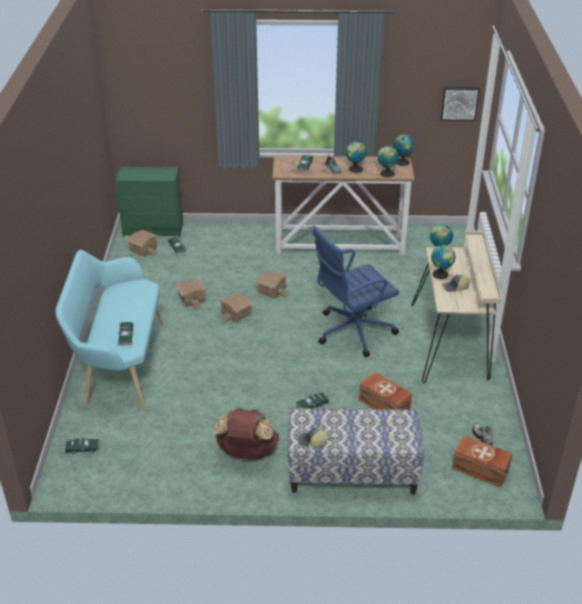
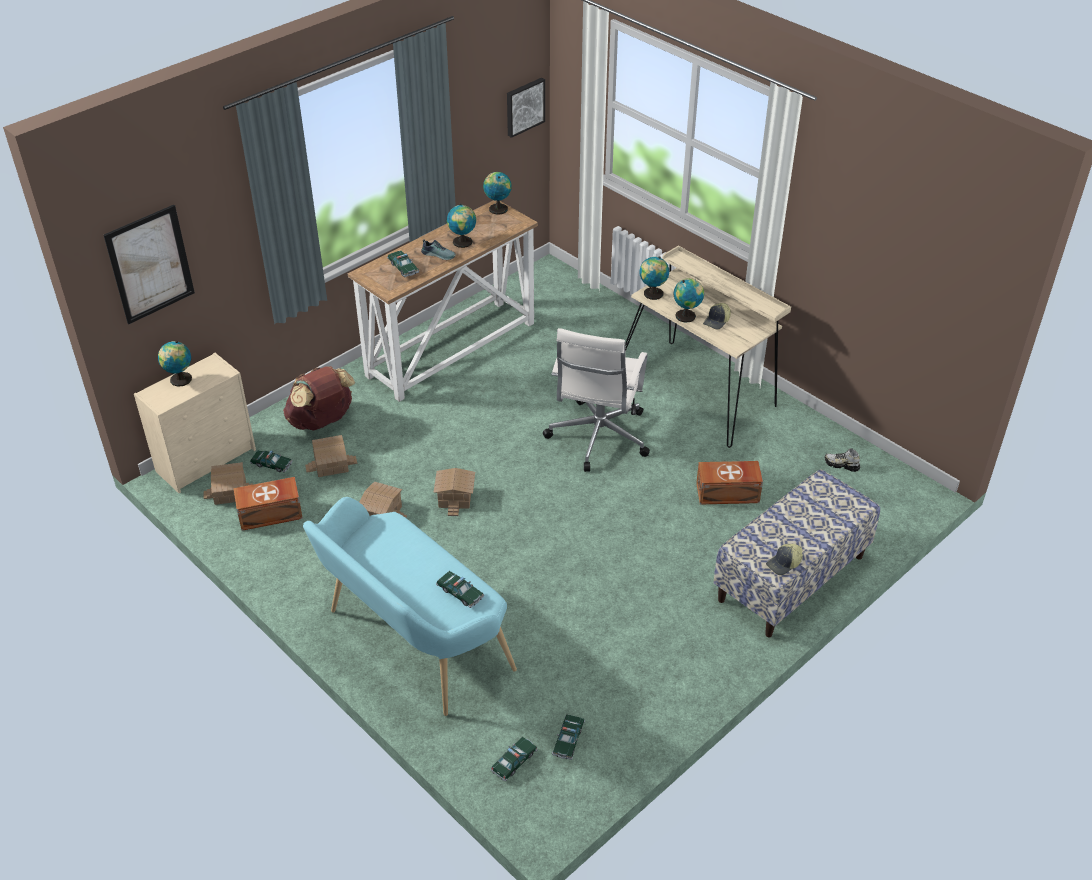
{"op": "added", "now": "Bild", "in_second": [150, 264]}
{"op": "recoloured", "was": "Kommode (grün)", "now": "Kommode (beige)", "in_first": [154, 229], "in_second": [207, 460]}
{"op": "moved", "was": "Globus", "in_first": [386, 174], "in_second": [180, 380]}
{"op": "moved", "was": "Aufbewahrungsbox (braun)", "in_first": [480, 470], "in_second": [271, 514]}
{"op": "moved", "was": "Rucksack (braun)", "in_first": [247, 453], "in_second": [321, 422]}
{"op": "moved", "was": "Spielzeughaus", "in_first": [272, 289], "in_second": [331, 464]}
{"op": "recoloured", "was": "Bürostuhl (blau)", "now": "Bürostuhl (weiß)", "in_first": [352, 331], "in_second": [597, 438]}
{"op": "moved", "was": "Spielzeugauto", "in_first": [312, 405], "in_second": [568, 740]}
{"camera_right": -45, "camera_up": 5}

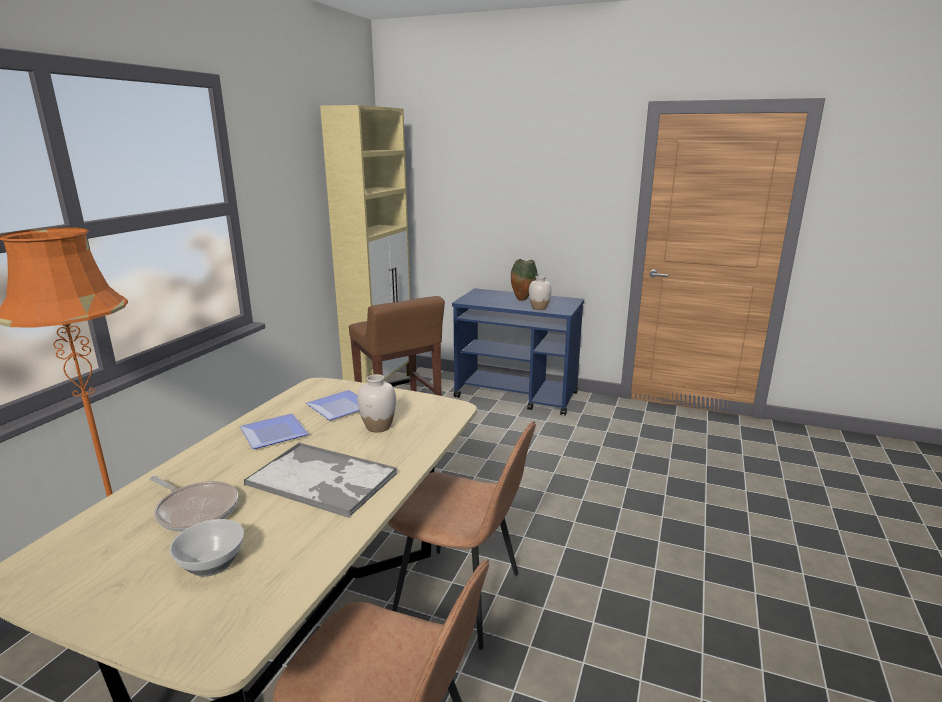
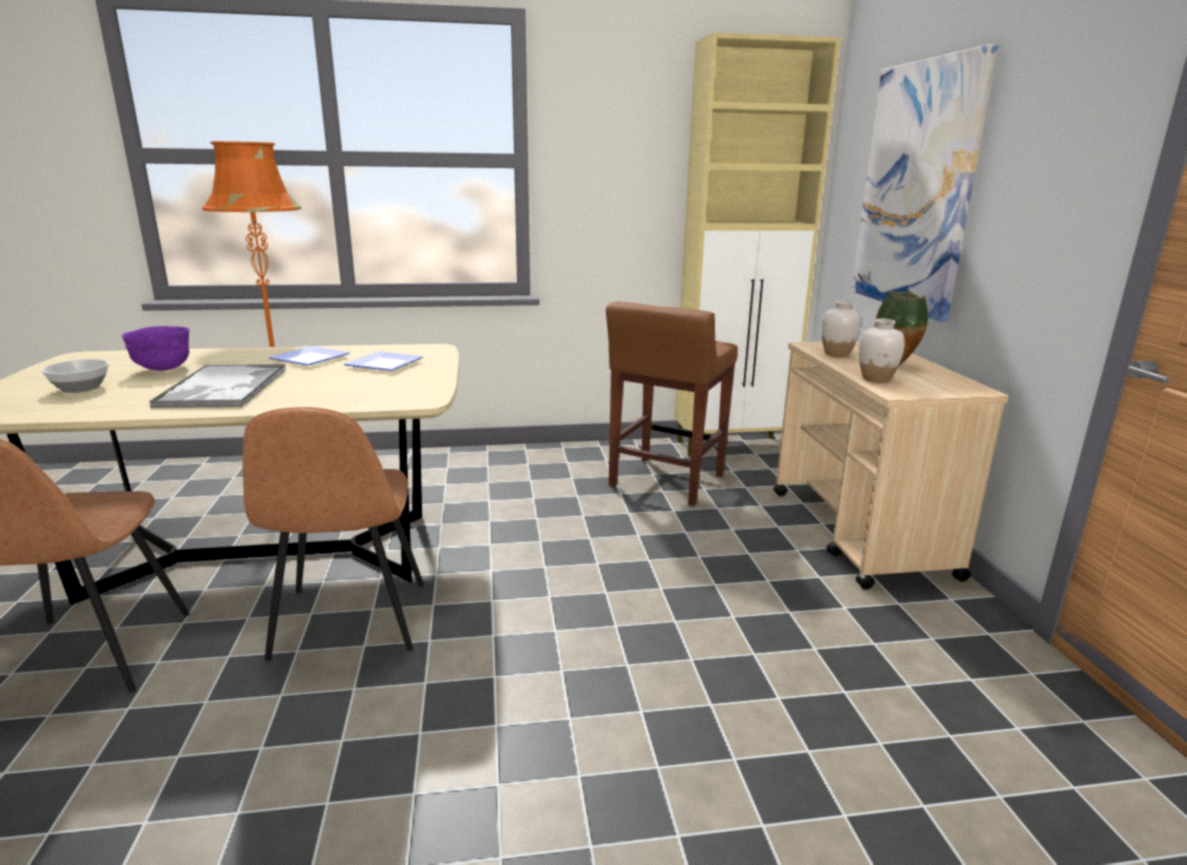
{"op": "replaced", "was": "Pfanne", "now": "Schüssel (lila)", "in_first": [195, 510], "in_second": [163, 369]}
{"op": "recoloured", "was": "Rollwagen (blau)", "now": "Rollwagen (beige)", "in_first": [517, 395], "in_second": [860, 533]}
{"op": "moved", "was": "Vase (weiß)", "in_first": [378, 427], "in_second": [836, 354]}
{"op": "added", "now": "Bild", "in_second": [916, 188]}
{"camera_right": 60, "camera_up": 0}

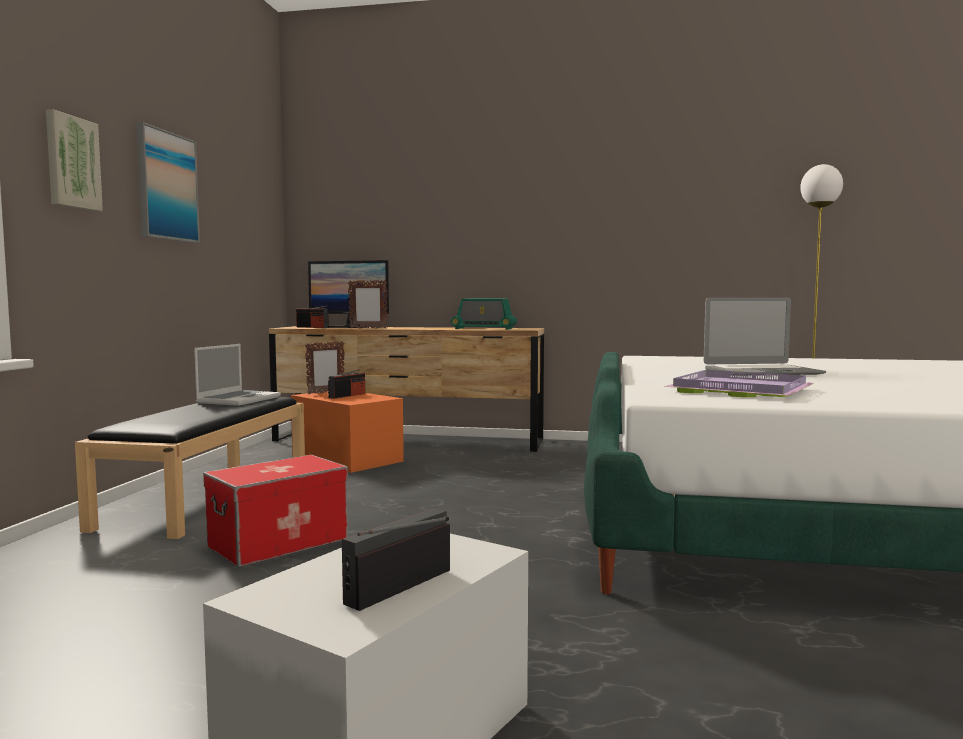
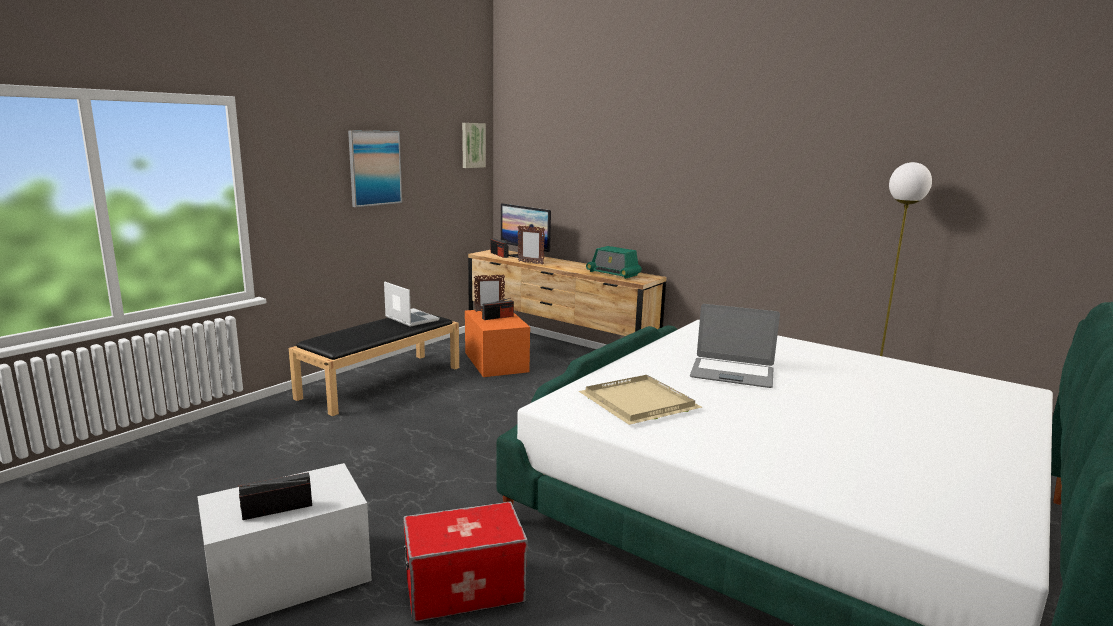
{"op": "turned", "was": "Laptop", "in_first": [239, 399], "in_second": [410, 319], "clockwise": -90}
{"op": "moved", "was": "Aufbewahrungsbox", "in_first": [278, 543], "in_second": [464, 590]}
{"op": "moved", "was": "Bild", "in_first": [71, 162], "in_second": [472, 145]}
{"op": "recoloured", "was": "Tablett (lila)", "now": "Tablett (beige)", "in_first": [737, 390], "in_second": [636, 402]}
{"camera_right": 25, "camera_up": 10}

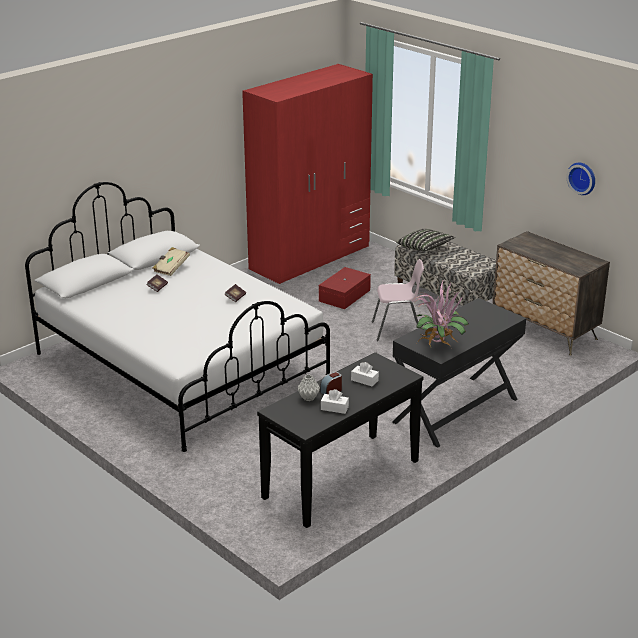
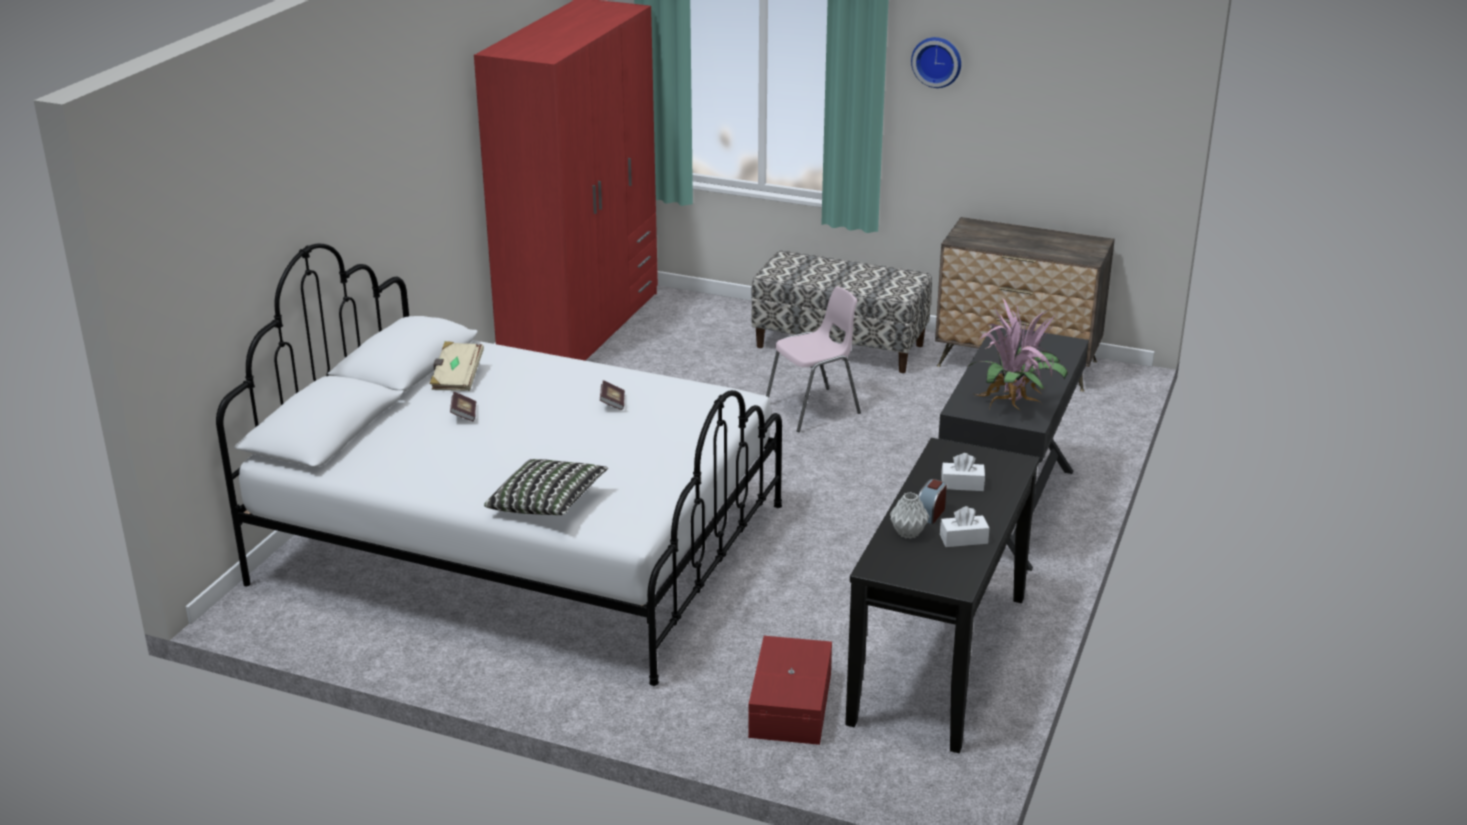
{"op": "moved", "was": "Kissen", "in_first": [425, 248], "in_second": [547, 504]}
{"op": "moved", "was": "Aufbewahrungsbox (rot)", "in_first": [345, 295], "in_second": [792, 704]}
{"op": "moved", "was": "Wanduhr", "in_first": [582, 178], "in_second": [937, 61]}
{"camera_right": -25, "camera_up": 0}

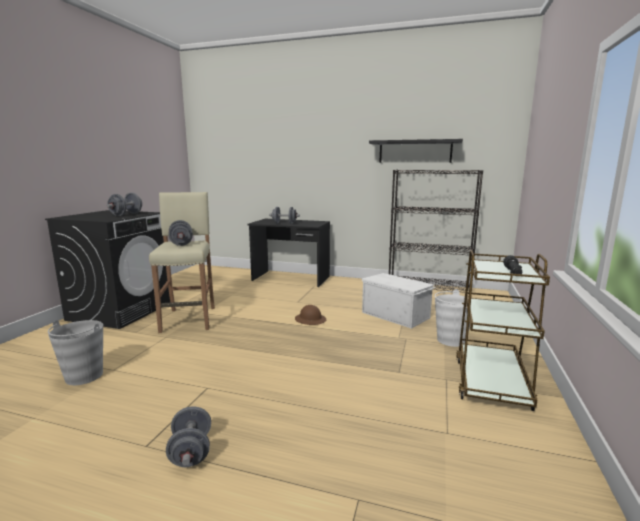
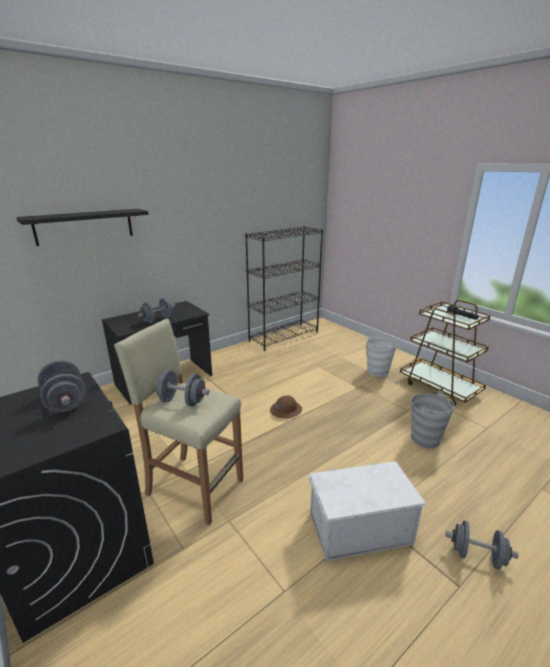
{"op": "moved", "was": "Wandregal (schwarz)", "in_first": [415, 151], "in_second": [84, 226]}
{"op": "moved", "was": "Aufbewahrungsbox (weiß)", "in_first": [395, 314], "in_second": [358, 527]}
{"op": "moved", "was": "Eimer (grau)", "in_first": [83, 376], "in_second": [425, 439]}
{"camera_right": -55, "camera_up": 10}

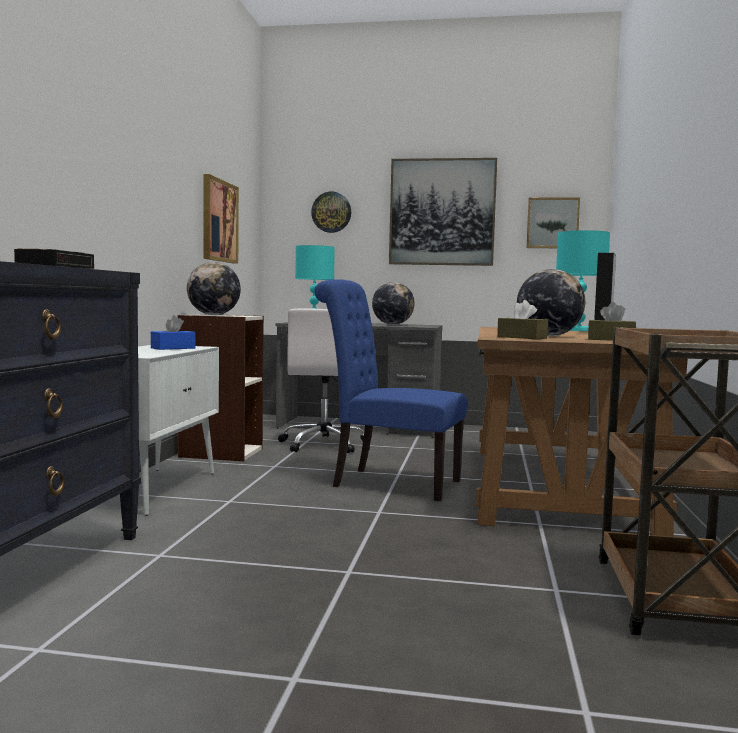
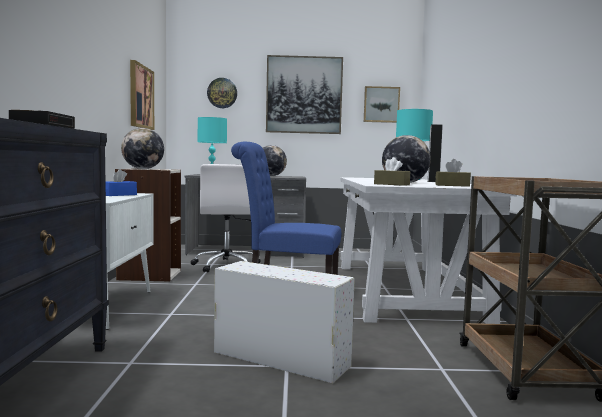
{"op": "added", "now": "Aufbewahrungsbox (weiß)", "in_second": [278, 358]}
{"op": "recoloured", "was": "Schreibtisch (braun)", "now": "Schreibtisch (weiß)", "in_first": [556, 486], "in_second": [404, 290]}
{"camera_right": -10, "camera_up": 0}

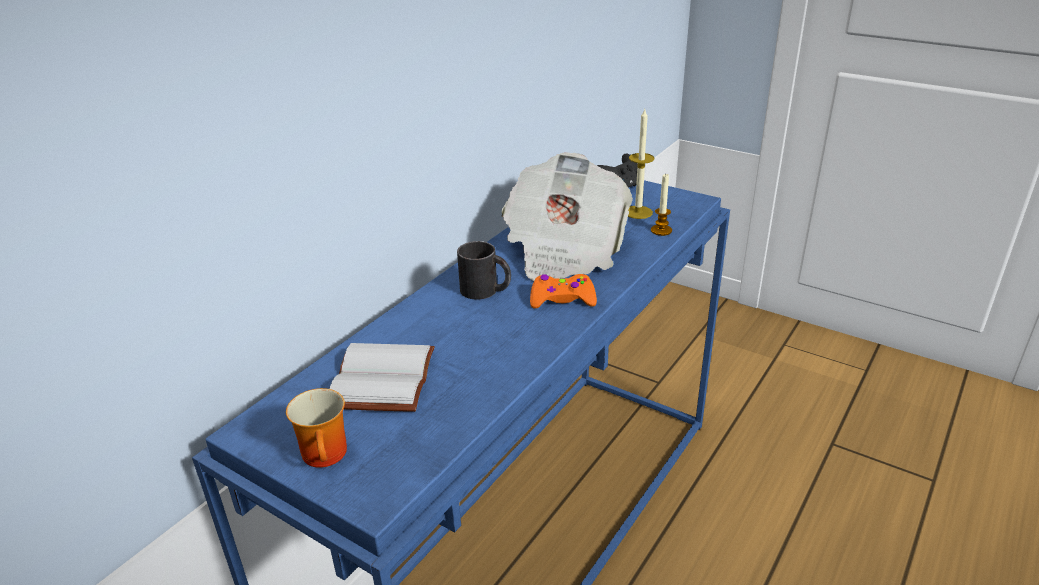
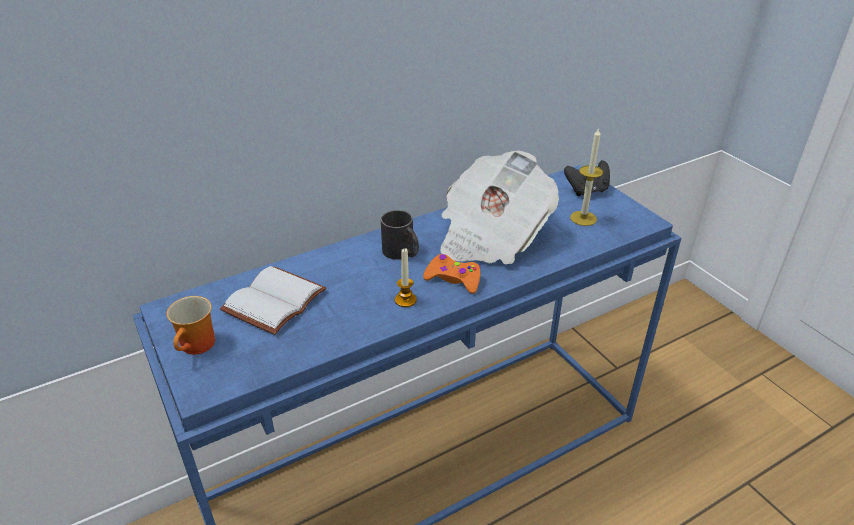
{"op": "moved", "was": "Kerze", "in_first": [661, 230], "in_second": [405, 300]}
{"camera_right": 25, "camera_up": 5}

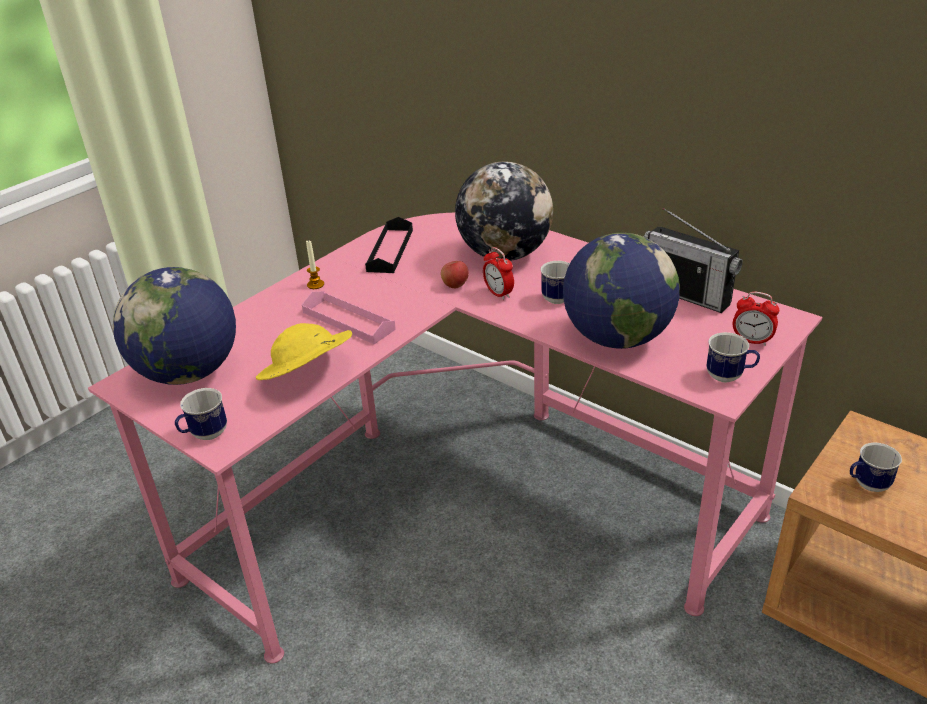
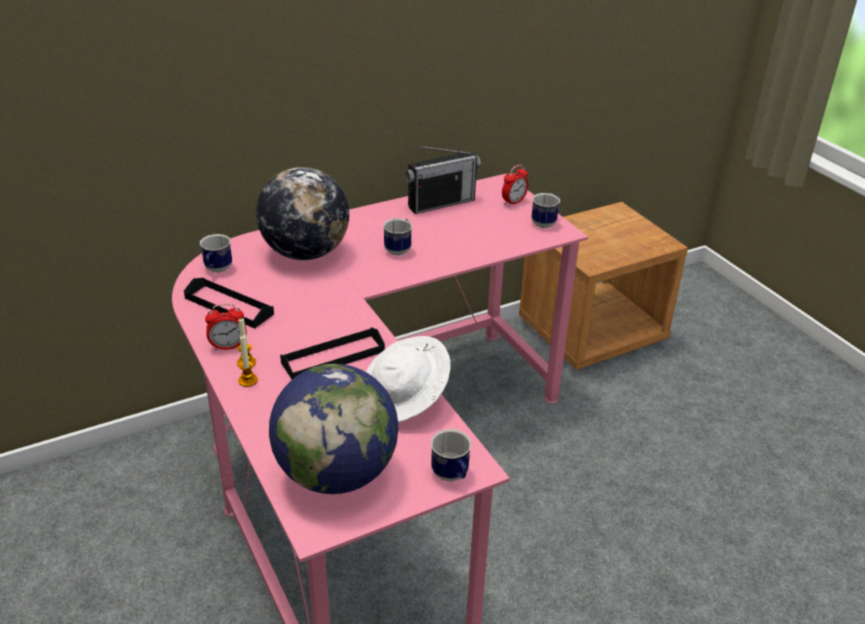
{"op": "moved", "was": "Henkelbecher", "in_first": [866, 485], "in_second": [217, 270]}
{"op": "moved", "was": "Wecker", "in_first": [498, 294], "in_second": [228, 346]}
{"op": "added", "now": "Kerze", "in_second": [248, 380]}
{"op": "recoloured", "was": "Tablett (rosa)", "now": "Tablett (schwarz)", "in_first": [348, 321], "in_second": [333, 357]}
{"op": "recoloured", "was": "Hut (gelb)", "now": "Hut (weiß)", "in_first": [308, 376], "in_second": [404, 398]}
{"op": "removed", "was": "Apfel", "in_first": [455, 285]}
{"op": "removed", "was": "Globus", "in_first": [617, 338]}
{"camera_right": -70, "camera_up": 0}

